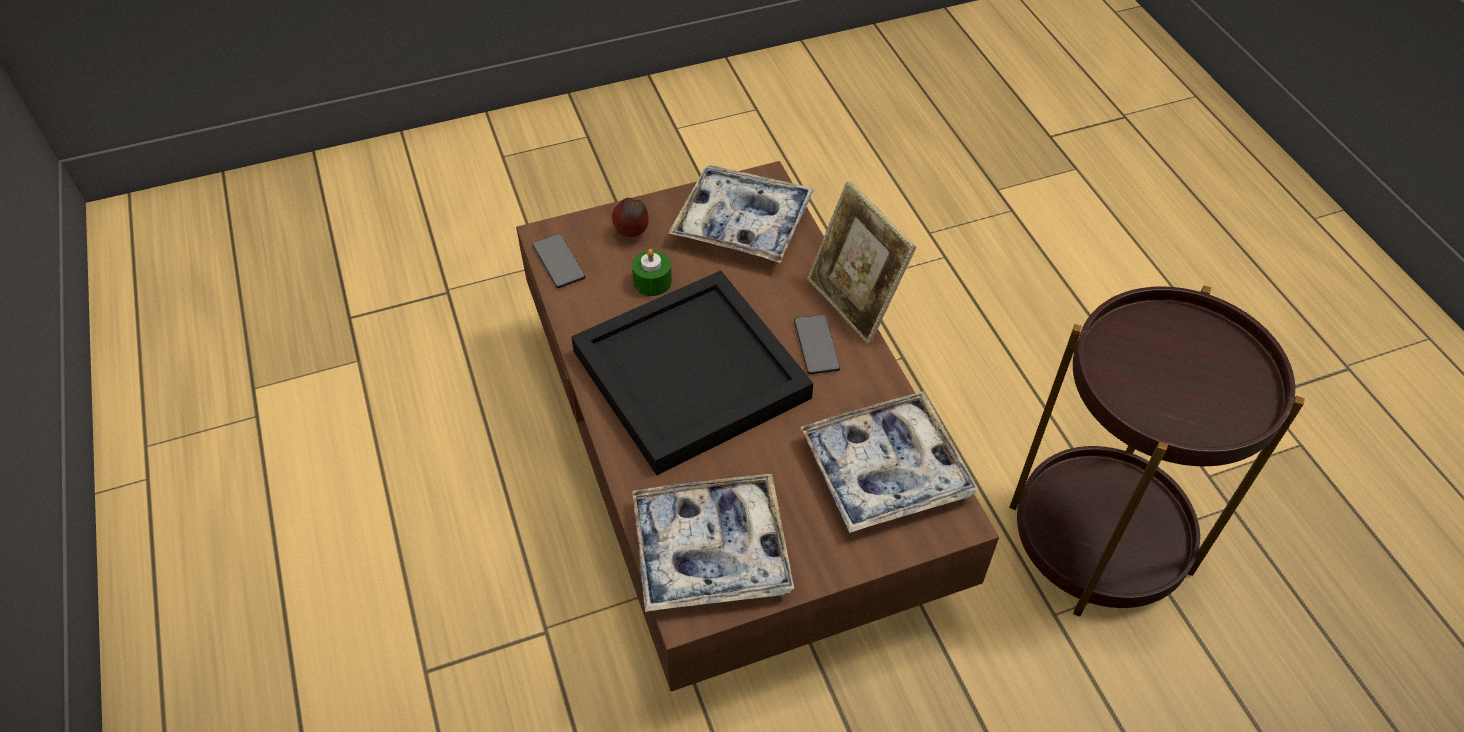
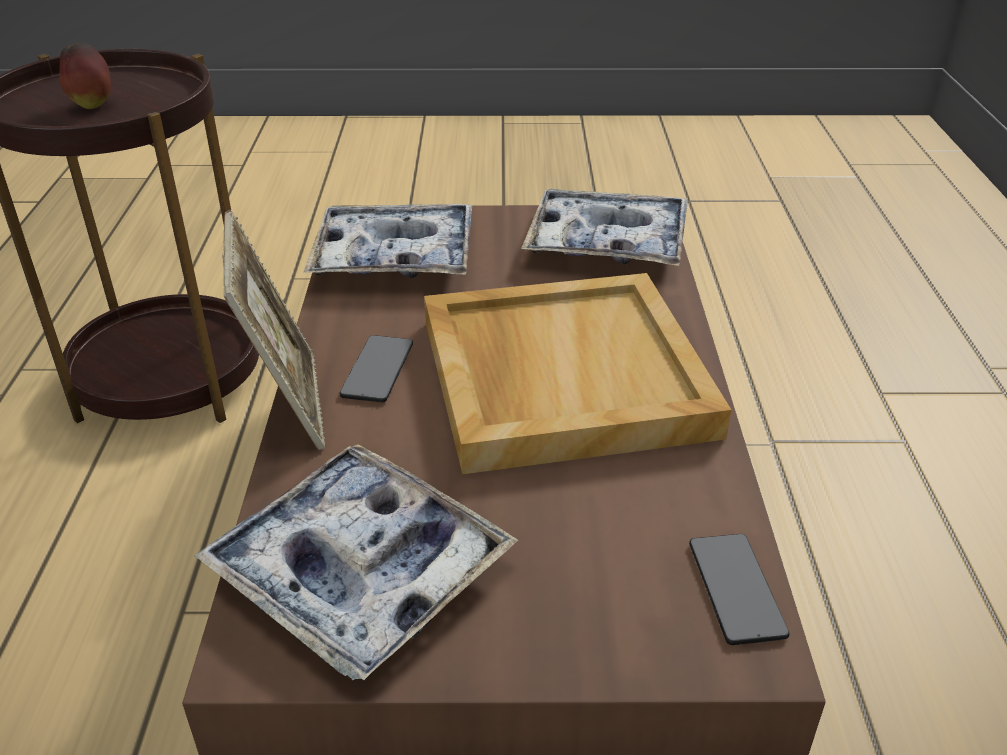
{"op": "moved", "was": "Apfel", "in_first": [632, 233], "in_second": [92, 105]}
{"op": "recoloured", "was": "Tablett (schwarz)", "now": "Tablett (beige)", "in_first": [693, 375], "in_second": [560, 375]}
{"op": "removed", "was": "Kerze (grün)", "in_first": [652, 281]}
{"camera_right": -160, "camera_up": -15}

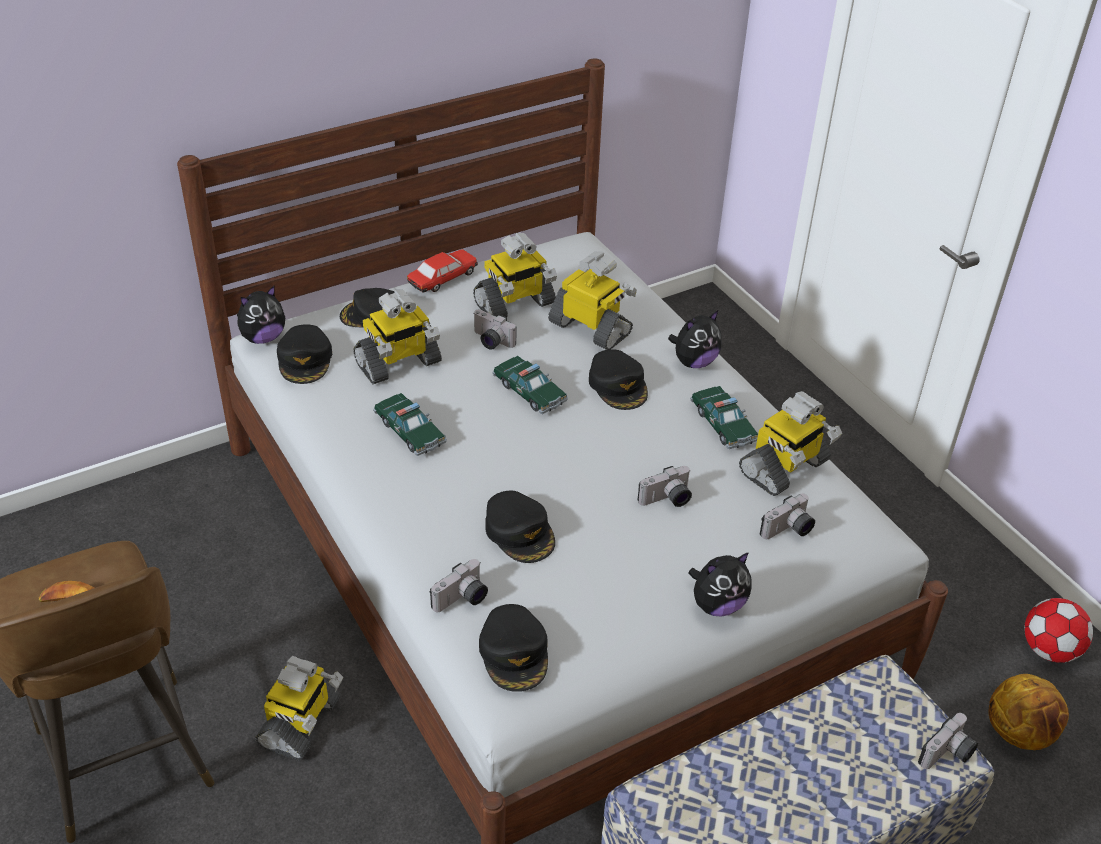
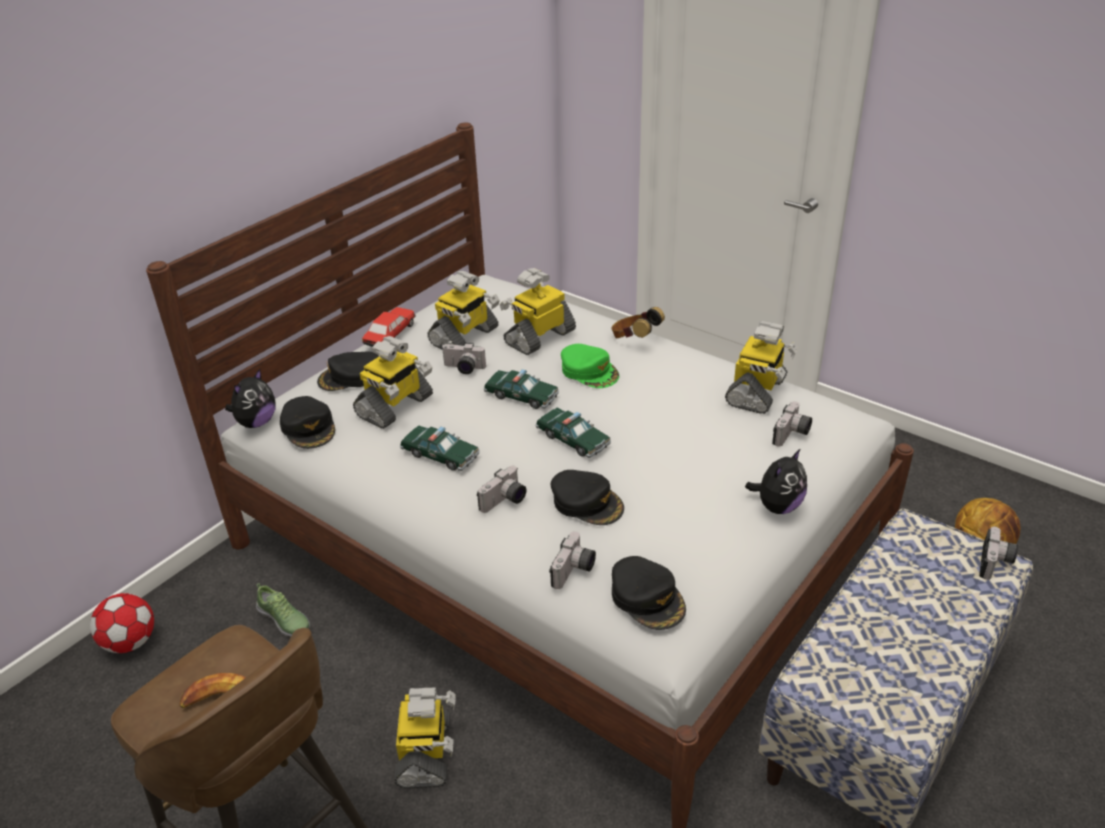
{"op": "moved", "was": "Fußball", "in_first": [1049, 650], "in_second": [130, 642]}
{"op": "added", "now": "Schuh", "in_second": [284, 620]}
{"op": "moved", "was": "Kamera", "in_first": [667, 500], "in_second": [505, 501]}
{"op": "turned", "was": "Spielzeugroboter", "in_first": [591, 328], "in_second": [539, 337], "clockwise": -60}
{"op": "moved", "was": "Spielzeugauto", "in_first": [723, 424], "in_second": [573, 439]}
{"op": "recoloured", "was": "Kappe (schwarz)", "now": "Kappe (grün)", "in_first": [618, 385], "in_second": [589, 371]}
{"op": "replaced", "was": "Plüschtier", "now": "Kopfhörer", "in_first": [694, 362], "in_second": [634, 339]}
{"camera_right": -20, "camera_up": -5}

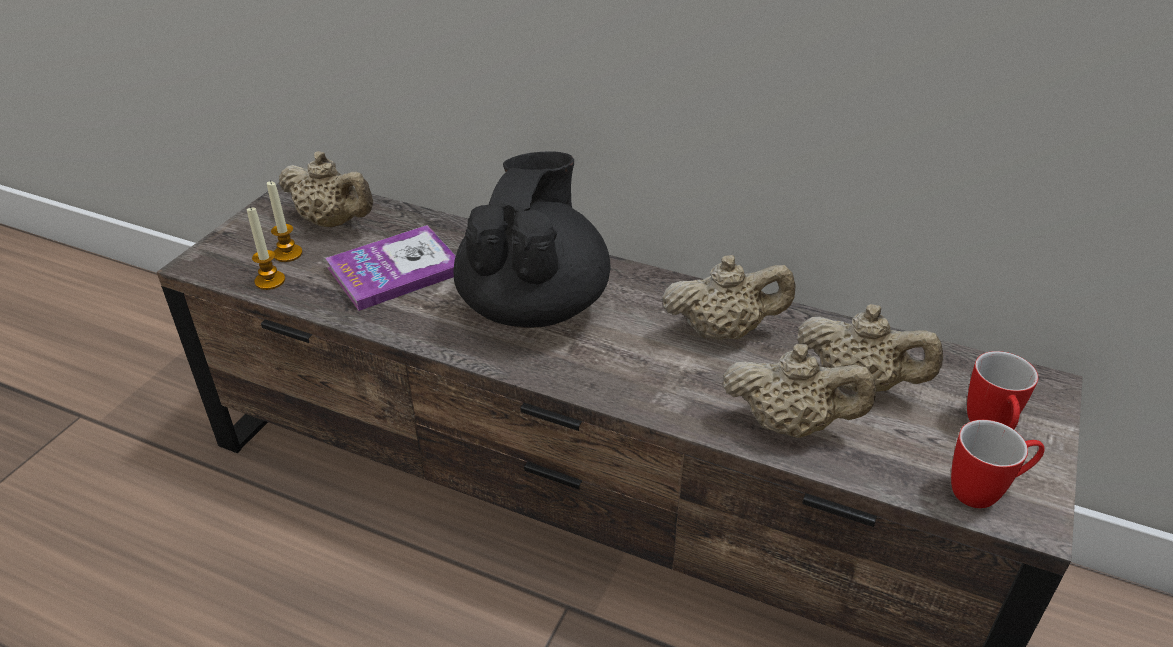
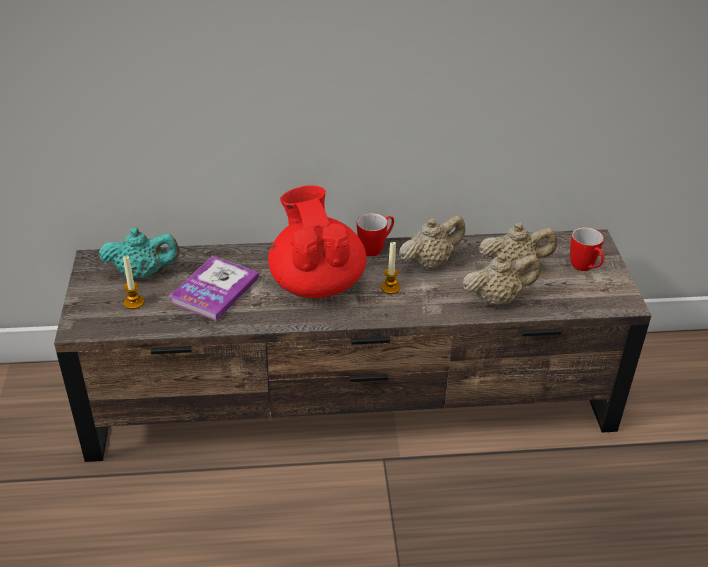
{"op": "recoloured", "was": "Teekanne (beige)", "now": "Teekanne (türkis)", "in_first": [333, 222], "in_second": [143, 273]}
{"op": "recoloured", "was": "Teekanne (schwarz)", "now": "Teekanne (rot)", "in_first": [534, 304], "in_second": [316, 282]}
{"op": "moved", "was": "Henkelbecher", "in_first": [985, 492], "in_second": [376, 248]}
{"op": "moved", "was": "Kerze", "in_first": [270, 281], "in_second": [390, 288]}
{"camera_right": -30, "camera_up": 0}

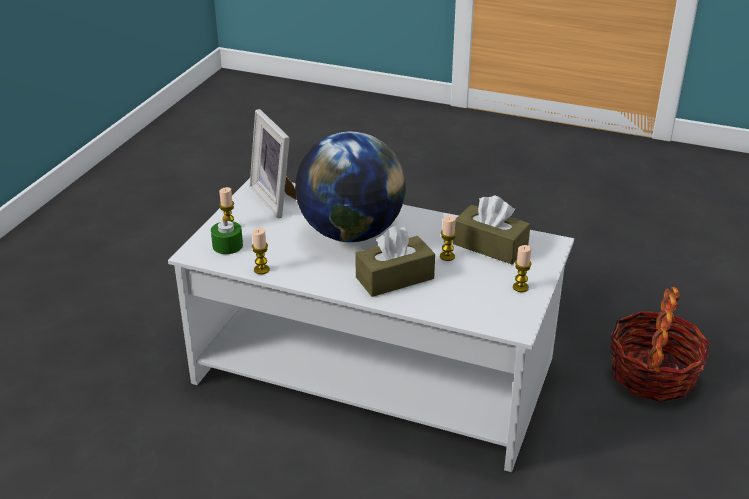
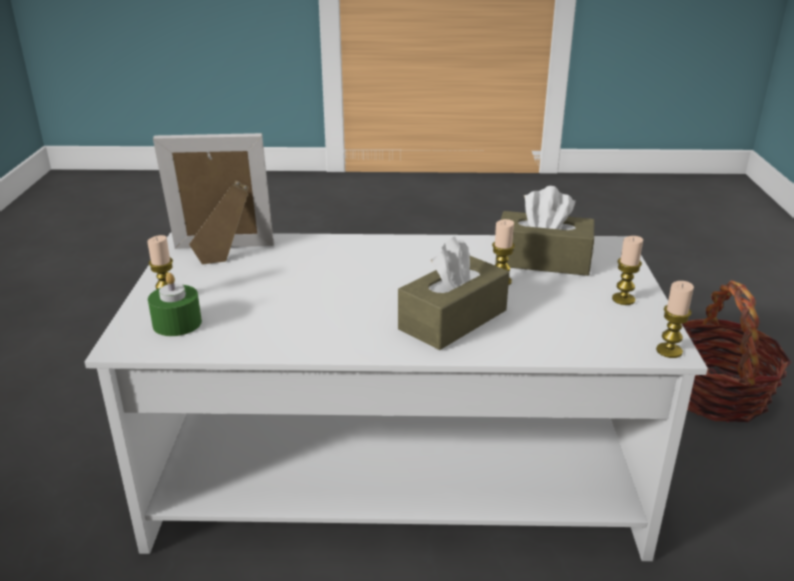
{"op": "turned", "was": "Bilderrahmen", "in_first": [277, 199], "in_second": [222, 254], "clockwise": 135}
{"op": "moved", "was": "Kerze", "in_first": [261, 269], "in_second": [669, 351]}
{"op": "removed", "was": "Globus", "in_first": [350, 233]}
{"camera_right": -20, "camera_up": -5}

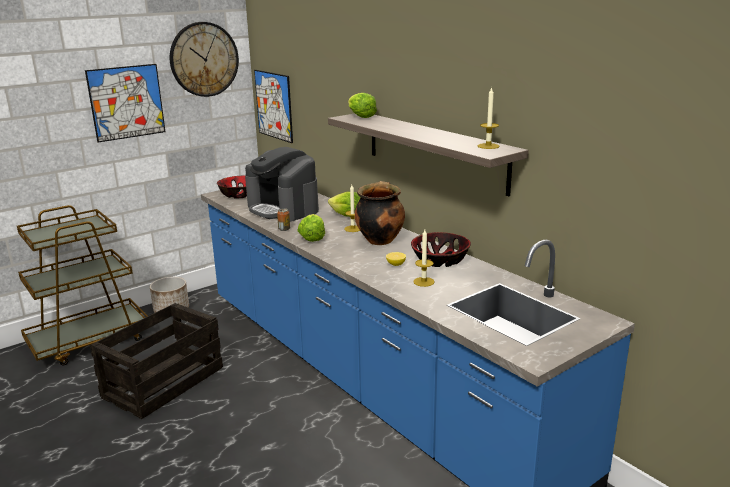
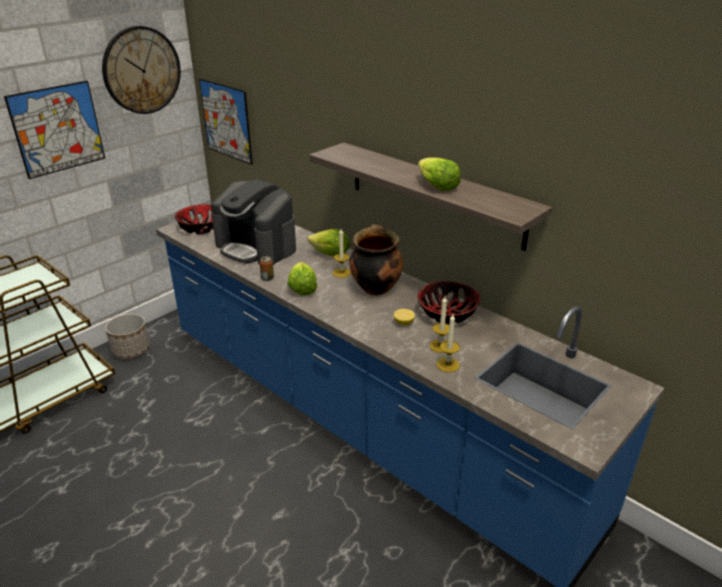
{"op": "moved", "was": "Salatkopf", "in_first": [360, 116], "in_second": [436, 186]}
{"op": "moved", "was": "Kerze", "in_first": [488, 146], "in_second": [448, 365]}
{"op": "removed", "was": "Kiste", "in_first": [164, 382]}
{"camera_right": -10, "camera_up": 10}

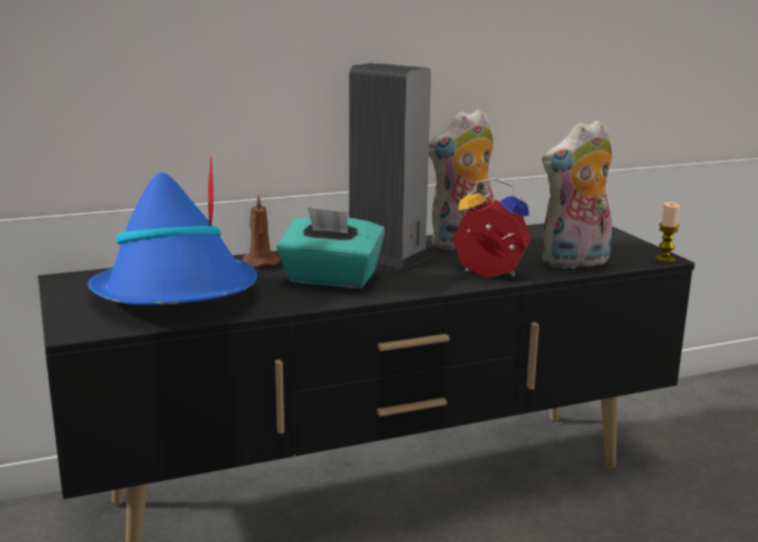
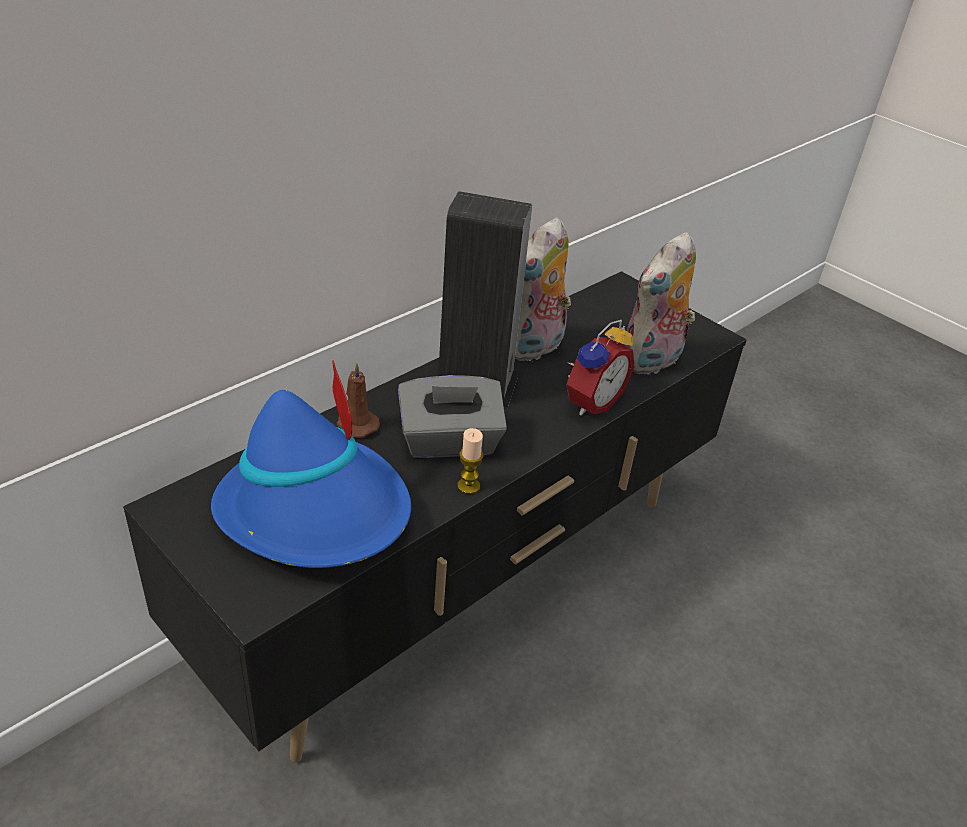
{"op": "recoloured", "was": "Taschentuchbox (türkis)", "now": "Taschentuchbox (grau)", "in_first": [331, 279], "in_second": [450, 442]}
{"op": "moved", "was": "Kerze", "in_first": [665, 259], "in_second": [468, 486]}
{"op": "turned", "was": "Wecker", "in_first": [488, 275], "in_second": [590, 402], "clockwise": 135}
{"camera_right": -25, "camera_up": 20}

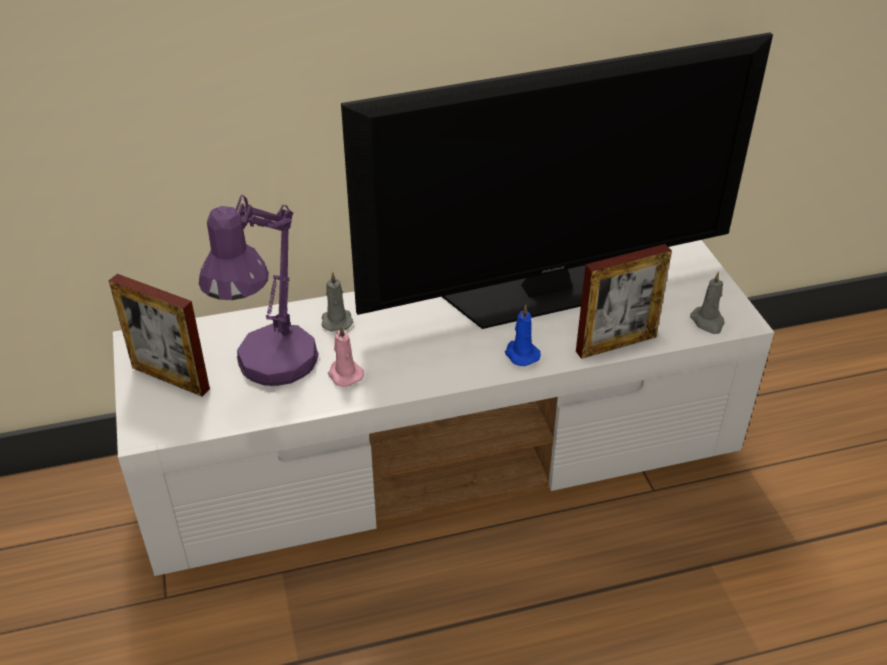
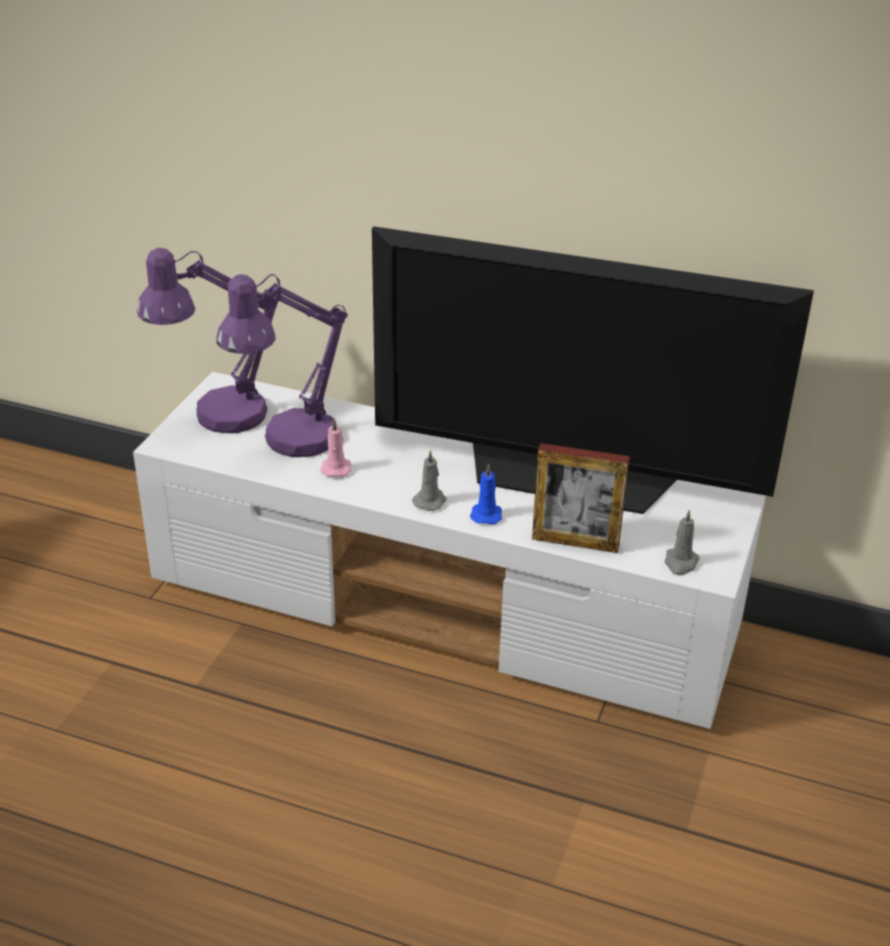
{"op": "replaced", "was": "Bilderrahmen", "now": "Tischlampe (lila)", "in_first": [170, 378], "in_second": [216, 418]}
{"op": "moved", "was": "Kerze (grau)", "in_first": [336, 320], "in_second": [430, 500]}
{"camera_right": 35, "camera_up": -5}

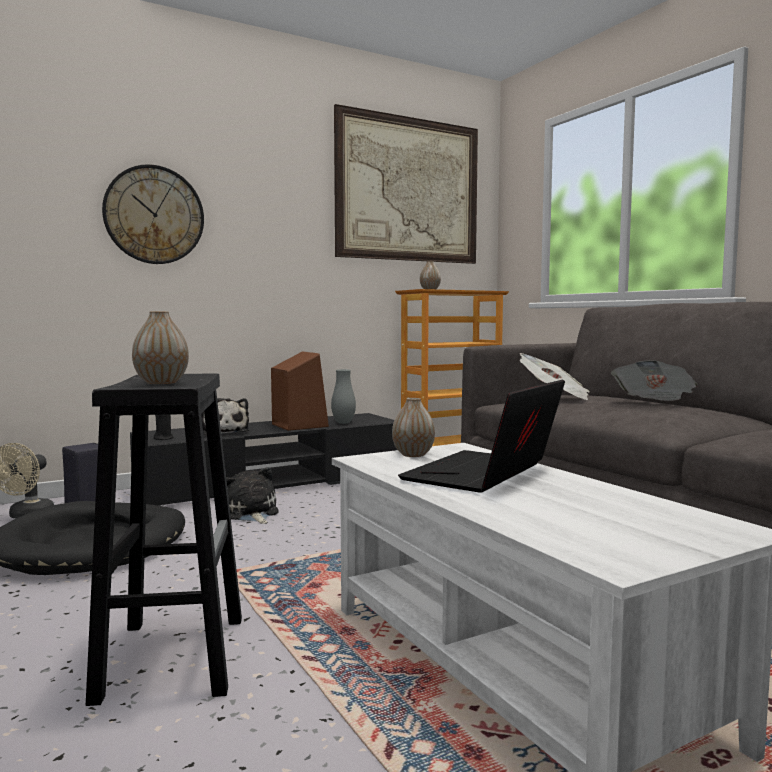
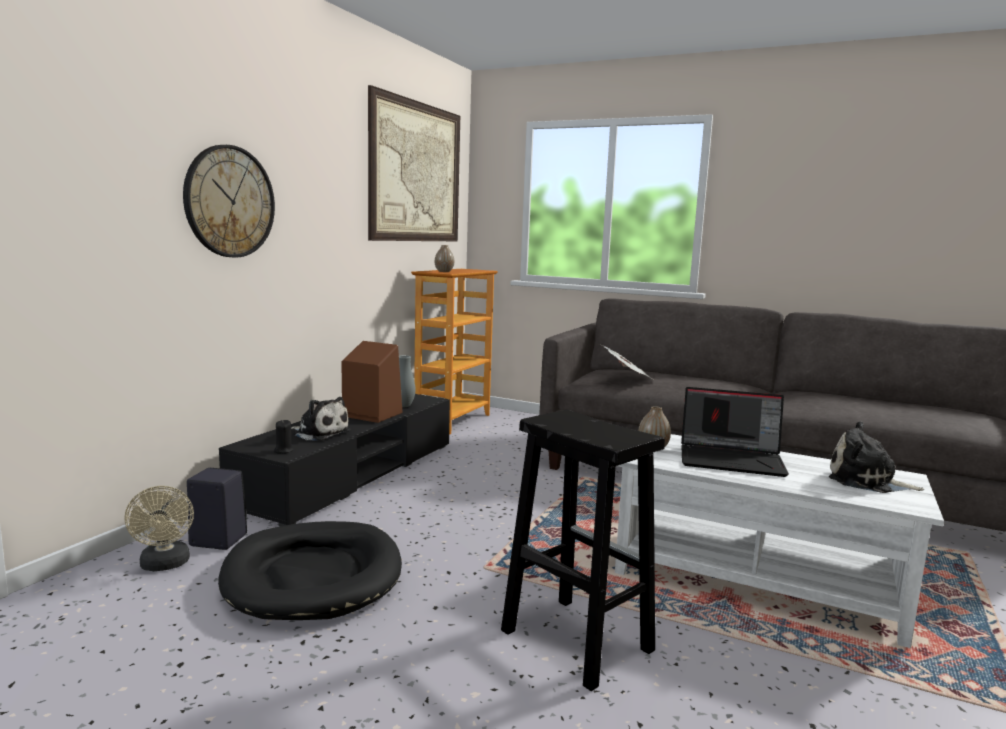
{"op": "turned", "was": "Laptop", "in_first": [484, 475], "in_second": [732, 459], "clockwise": -75}
{"op": "moved", "was": "Plüschtier", "in_first": [250, 513], "in_second": [866, 481]}
{"op": "removed", "was": "Vase", "in_first": [161, 383]}
{"op": "removed", "was": "Zeitung", "in_first": [654, 404]}
{"camera_right": -35, "camera_up": 5}

